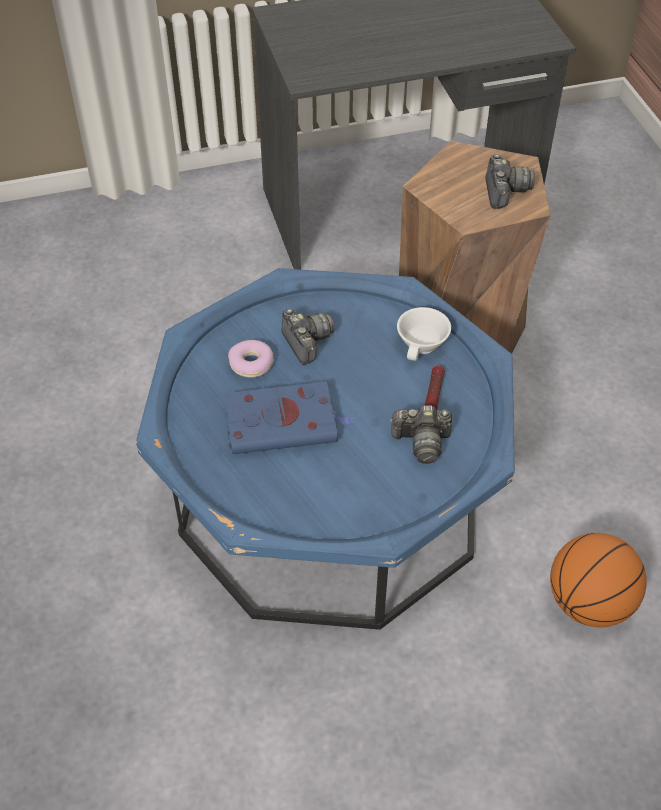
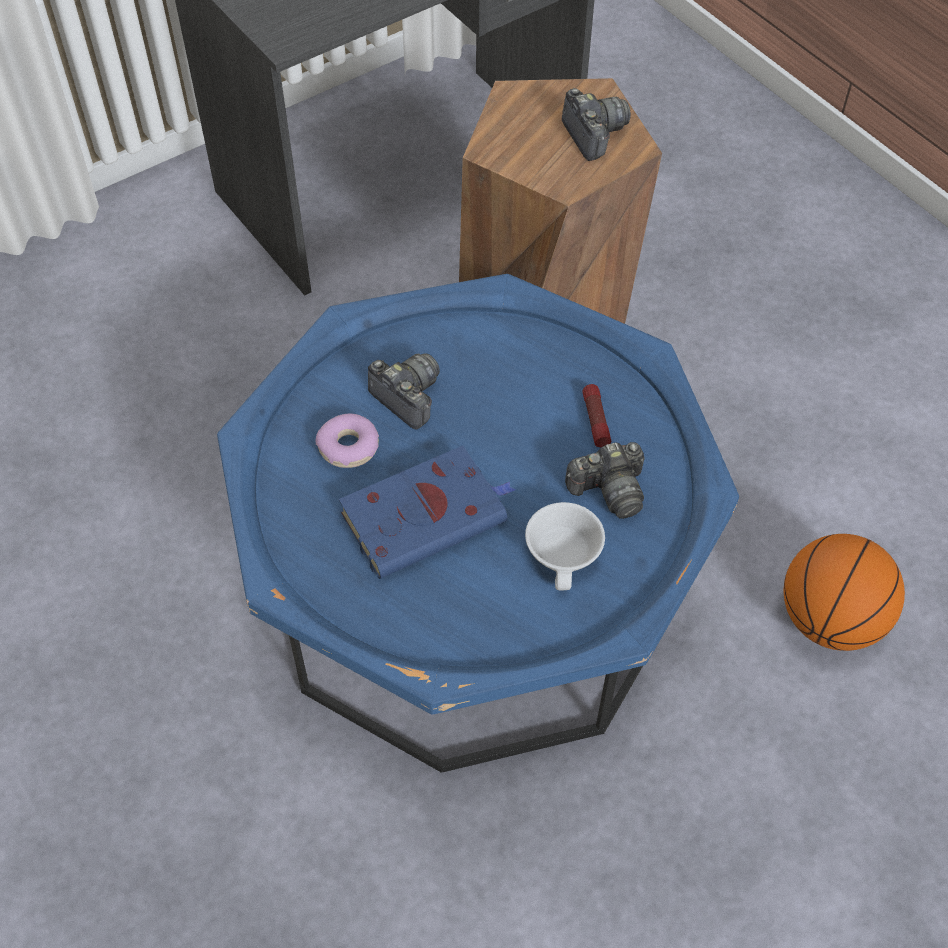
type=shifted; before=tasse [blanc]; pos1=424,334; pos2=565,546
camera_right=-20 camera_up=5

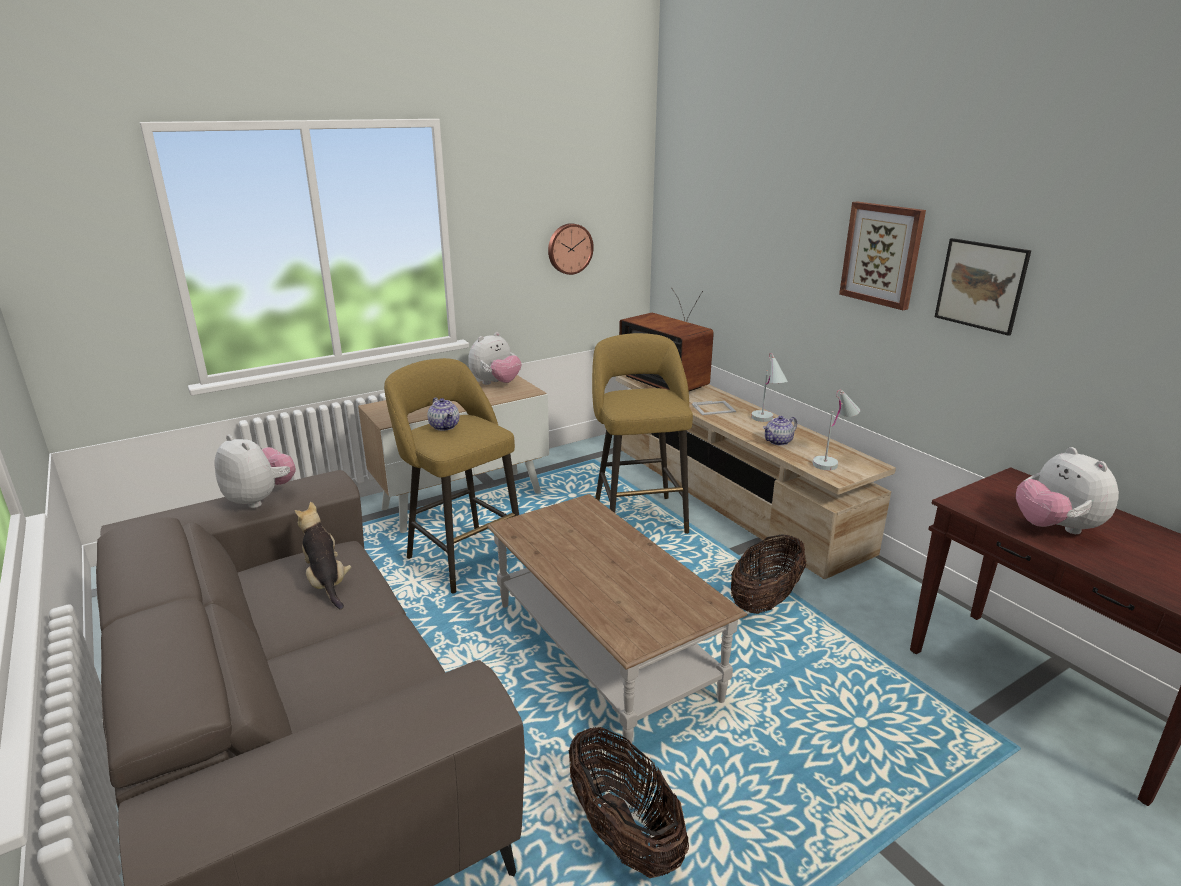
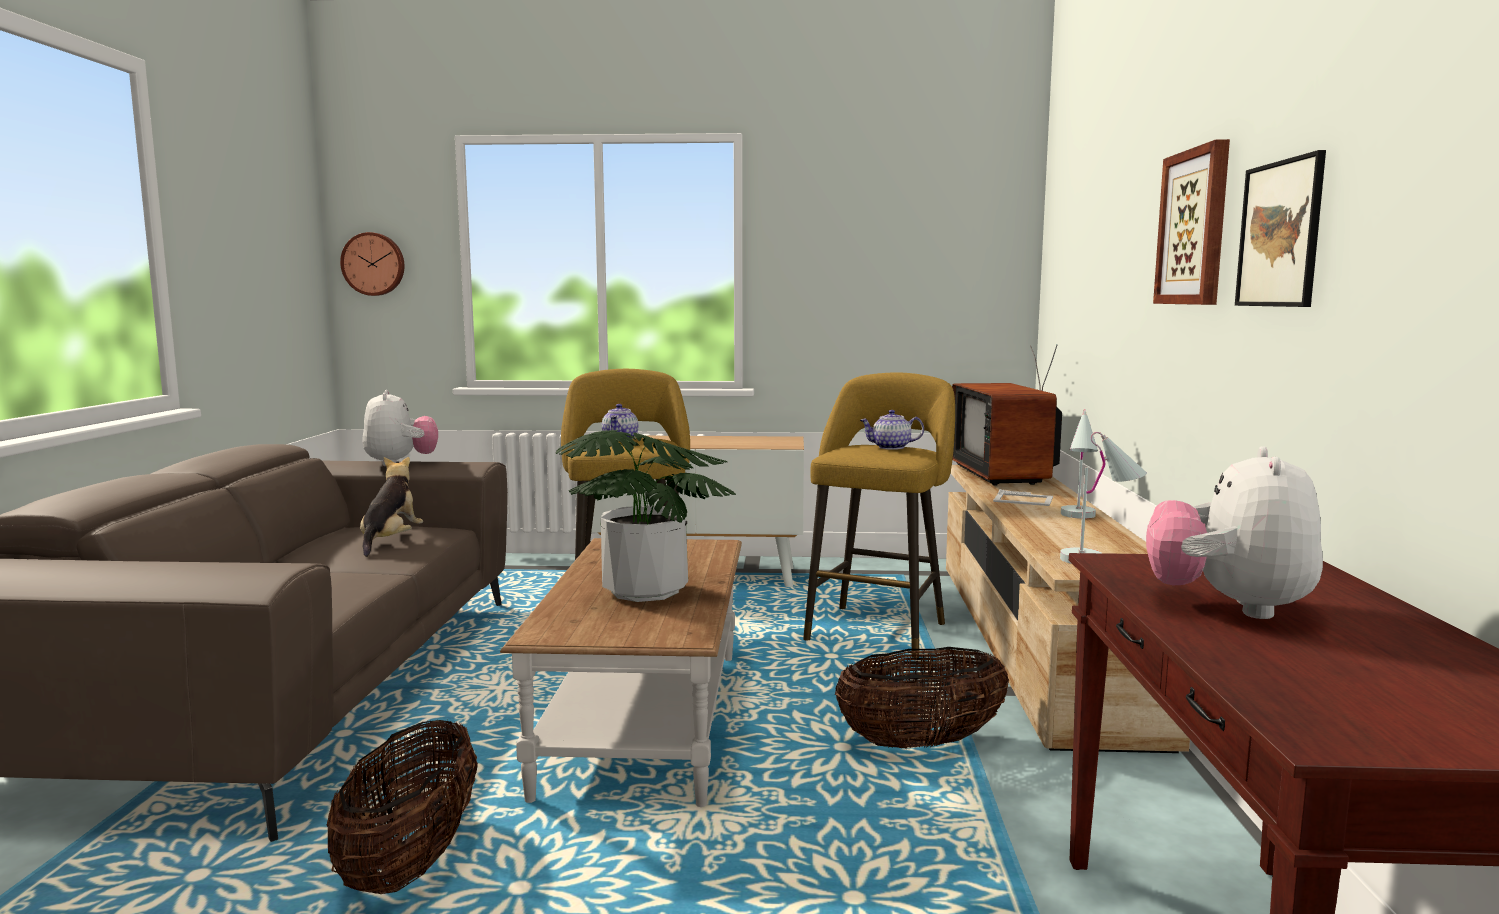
type=gone; before=peluche; pos1=495,358
type=shifted; before=horloge murale; pos1=571,249; pos2=372,264
type=shifted; before=théière; pos1=780,431; pos2=892,430
type=new; after=plante en pot; pos2=646,516
camera_right=35 camera_up=-15

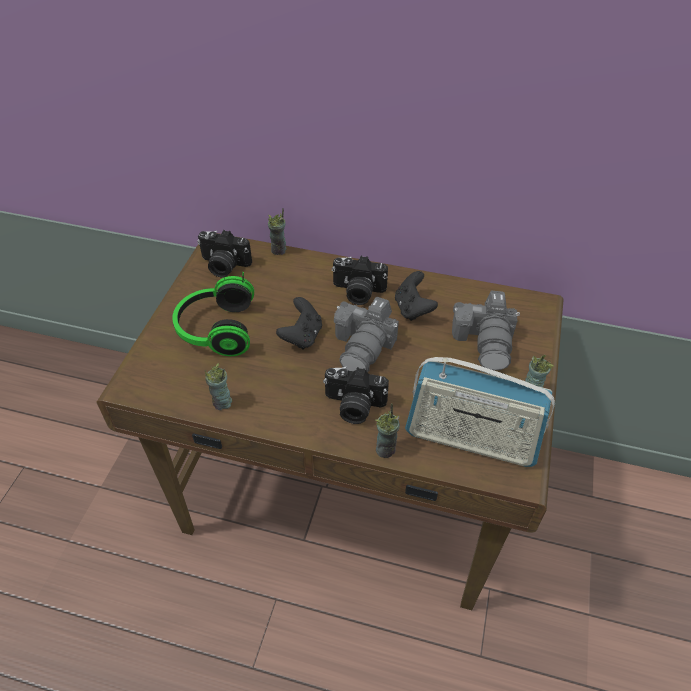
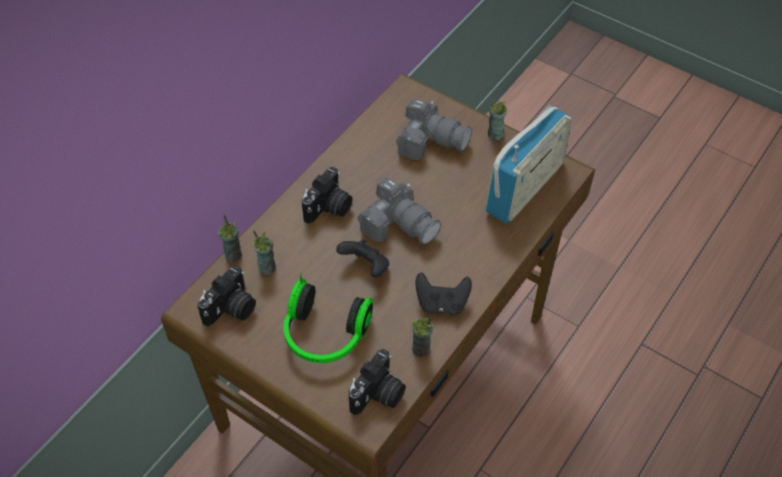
type=shifted; before=appareil photo; pos1=356,395; pos2=377,382
type=shifted; before=tasse; pos1=387,430; pos2=264,252
type=shifted; before=manette [noir]; pos1=416,296; pos2=443,293
camera_right=-70 camera_up=5

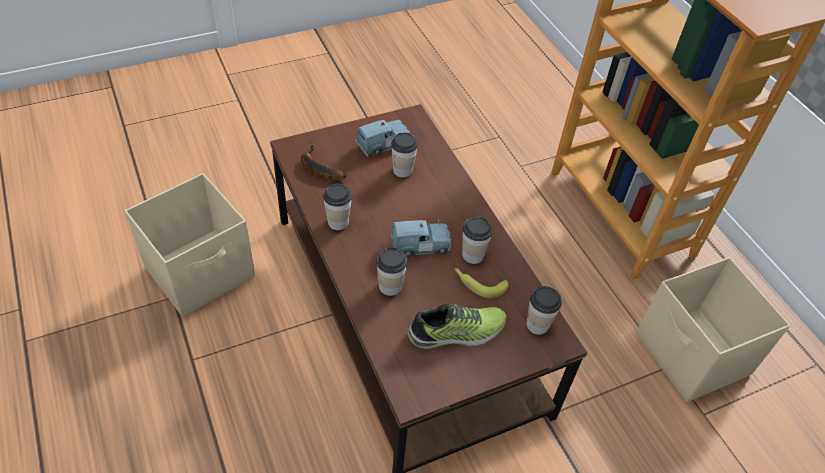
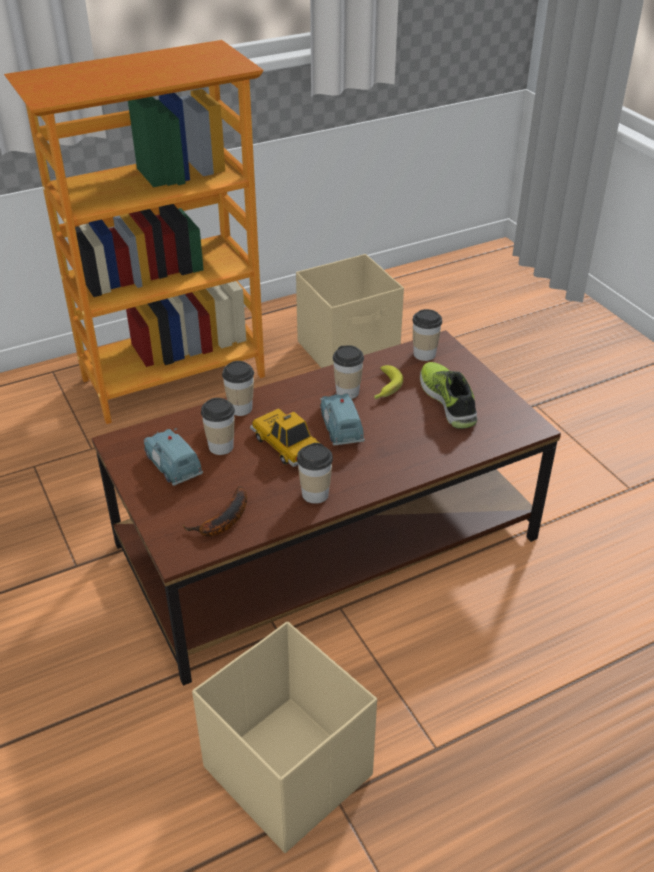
type=shifted; before=tasse; pos1=391,271; pos2=238,388
type=new; after=petite voiture; pos2=284,438
camera_right=-90 camera_up=-10

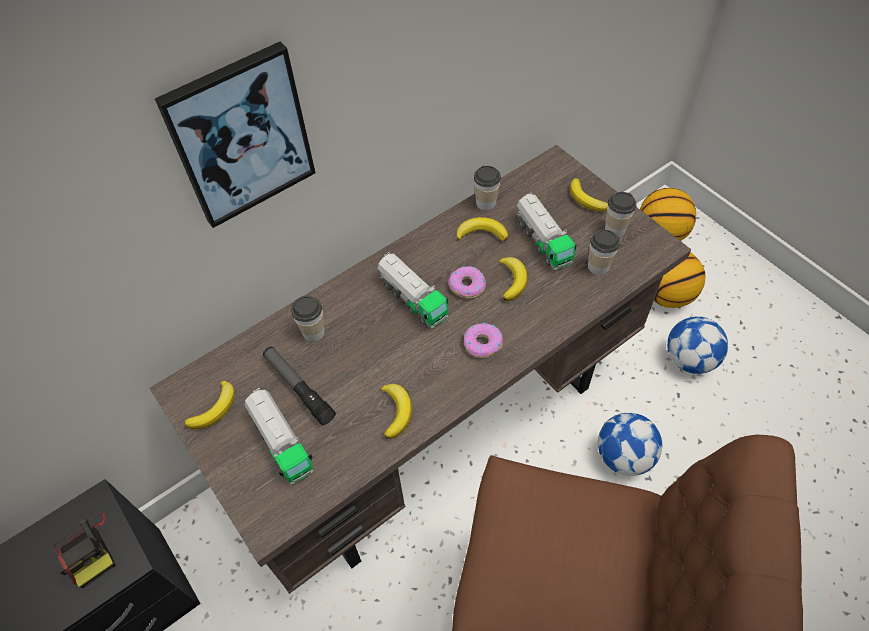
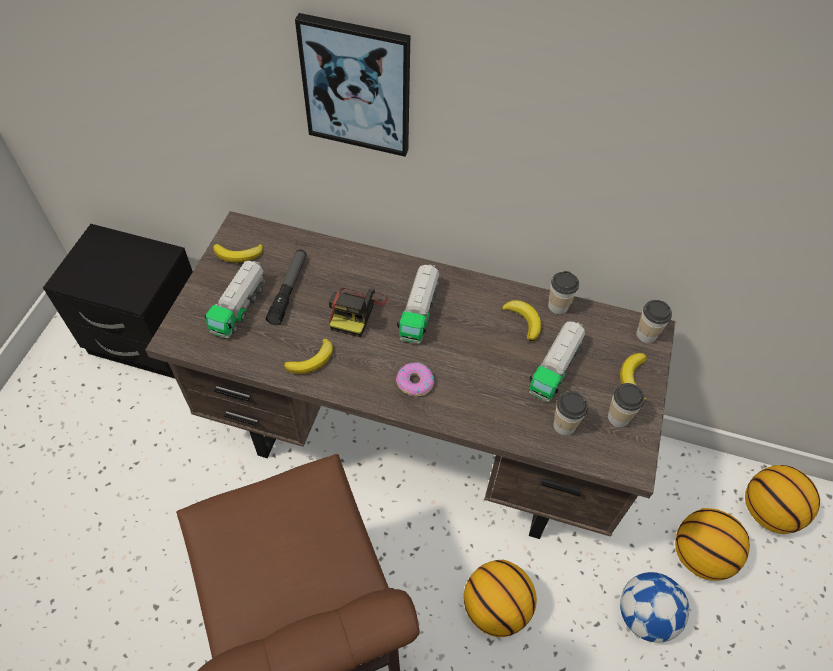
type=shifted; before=appareil photo; pos1=84,550; pos2=358,312
type=shifted; before=tasse; pos1=308,319; pos2=654,321
type=gone; before=beignet; pos1=467,282
type=gone; before=banane; pos1=513,279
type=swapped; before=ballon de foot; after=ballon de basket; pos1=630,444; pos2=500,598
camera_right=50 camera_up=0

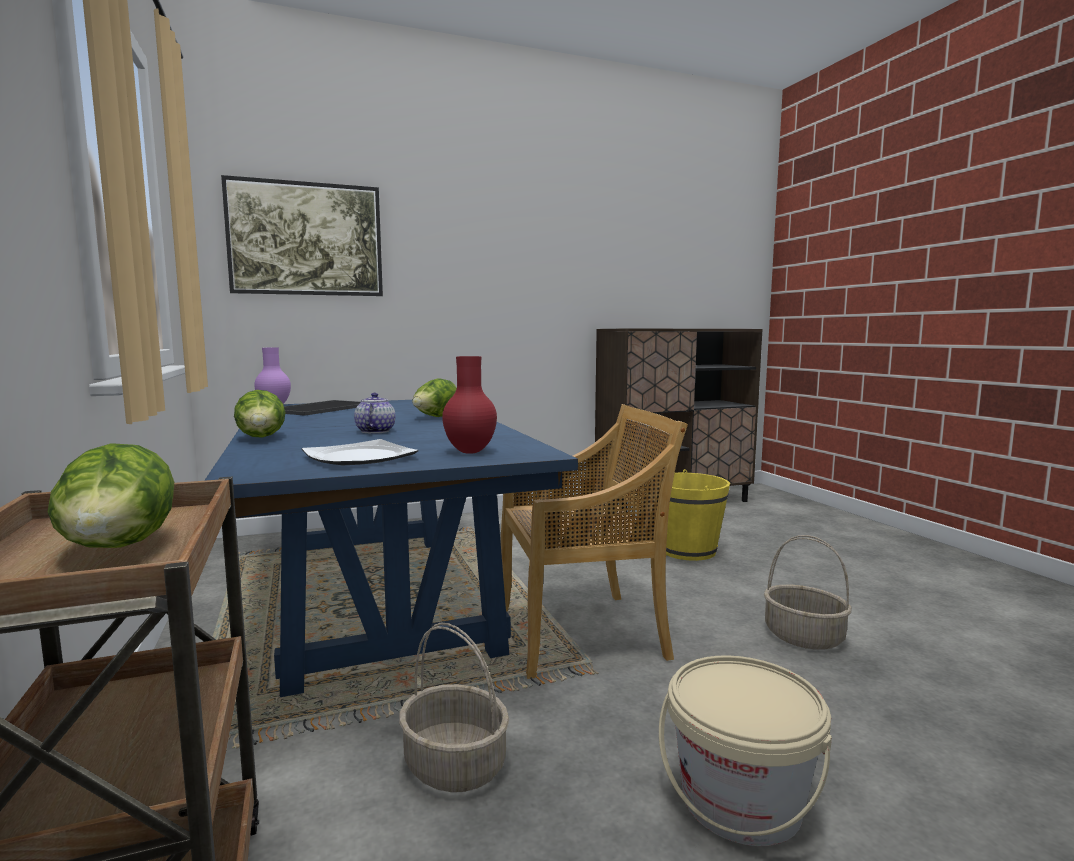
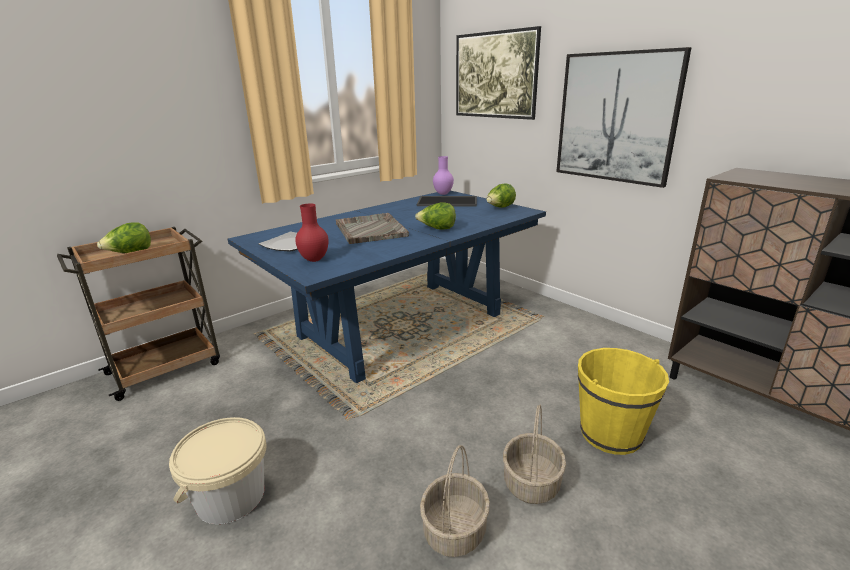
type=shifted; before=laitue; pos1=260,414; pos2=501,196
type=swapped; before=théière; after=plateau [gris]; pos1=375,413; pos2=372,228
type=shifted; before=panier; pos1=454,707; pos2=534,454
type=gone; before=chaise [beige]; pos1=594,541
type=new; after=tableau; pos2=624,117
camera_right=70 camera_up=15

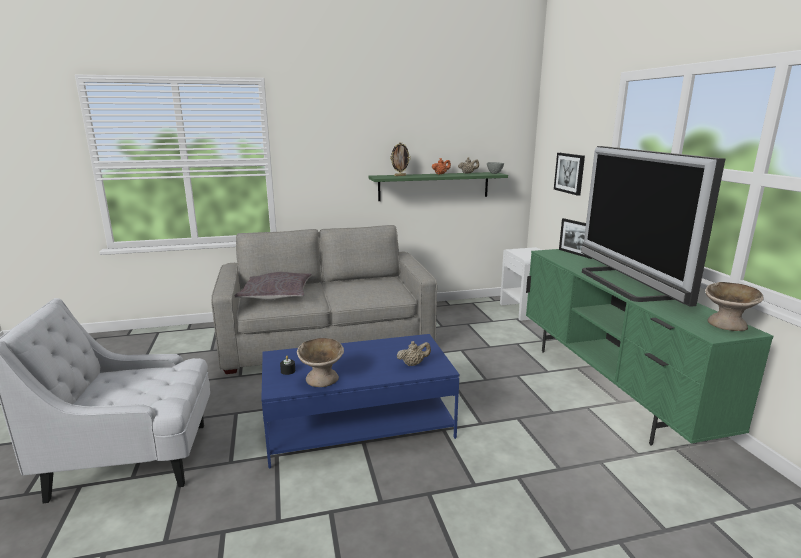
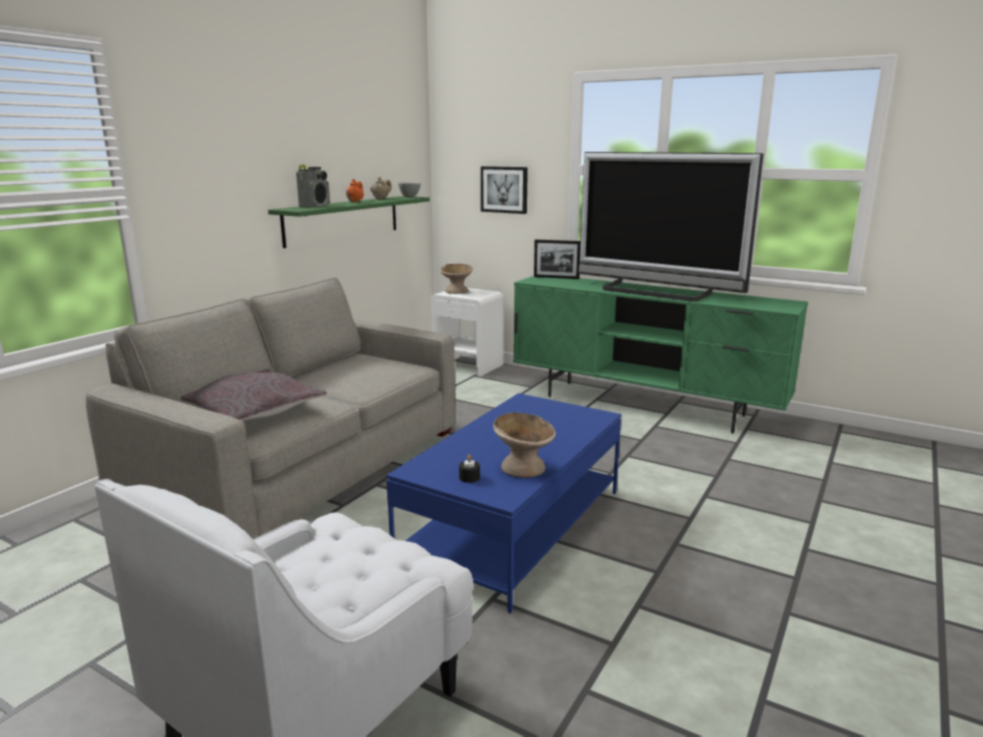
type=swapped; before=cadre photo; after=radio; pos1=401,159; pos2=313,186
type=gone; before=théière [beige]; pos1=414,353
type=shifted; before=bol [beige]; pos1=734,306; pos2=456,279
camera_right=-45 camera_up=0

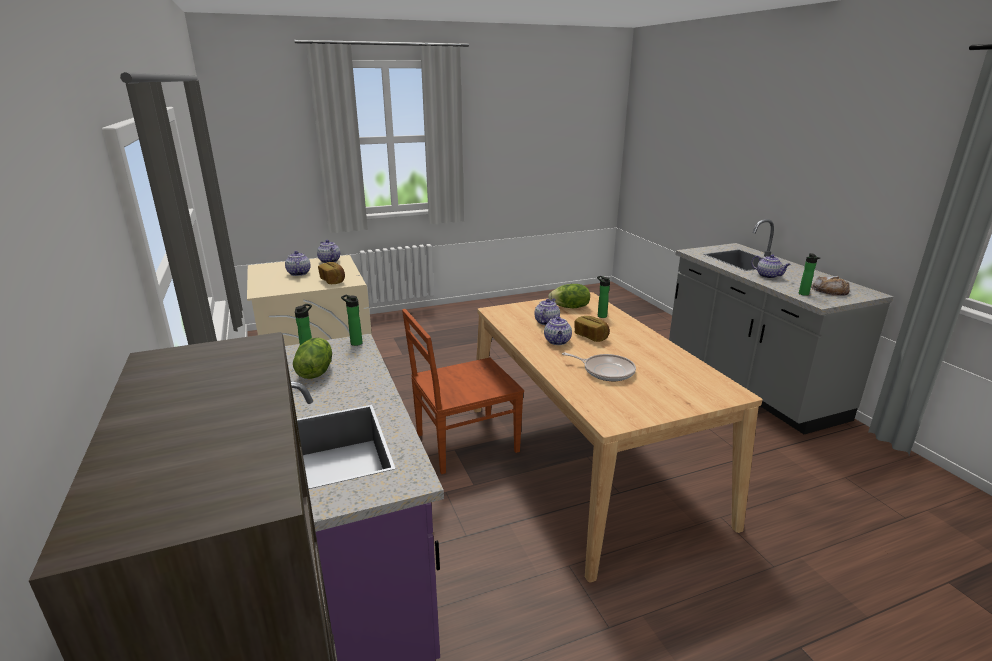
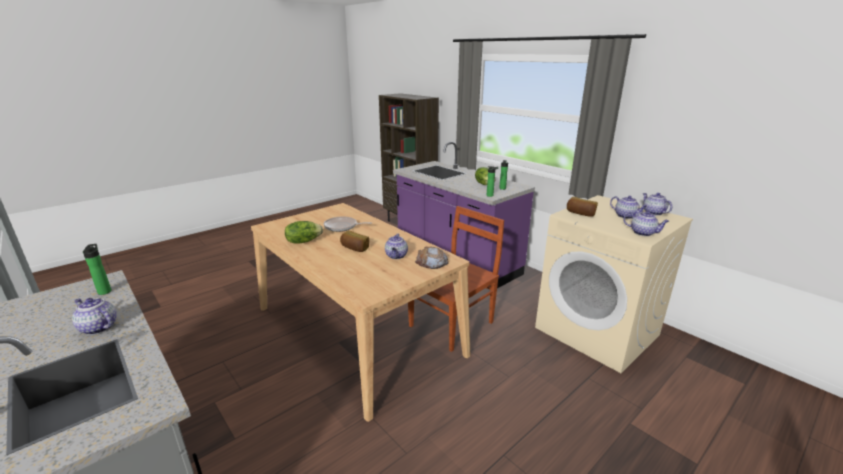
type=shifted; before=théière; pos1=558,330; pos2=657,204
type=shifted; before=laitue; pos1=569,296; pos2=304,232
type=gone; before=bouteille; pos1=603,297
type=shifted; before=pain; pos1=830,286; pos2=432,258
camera_right=160 camera_up=0

